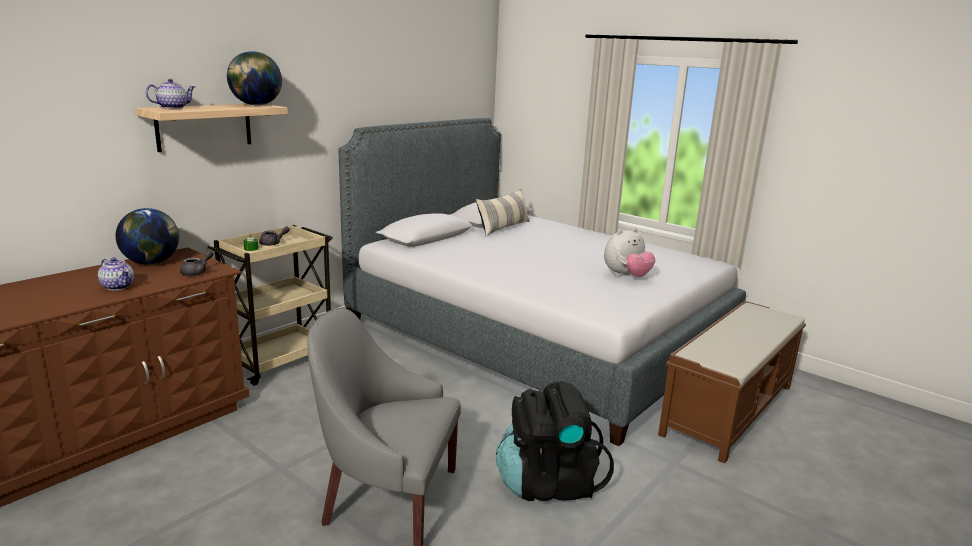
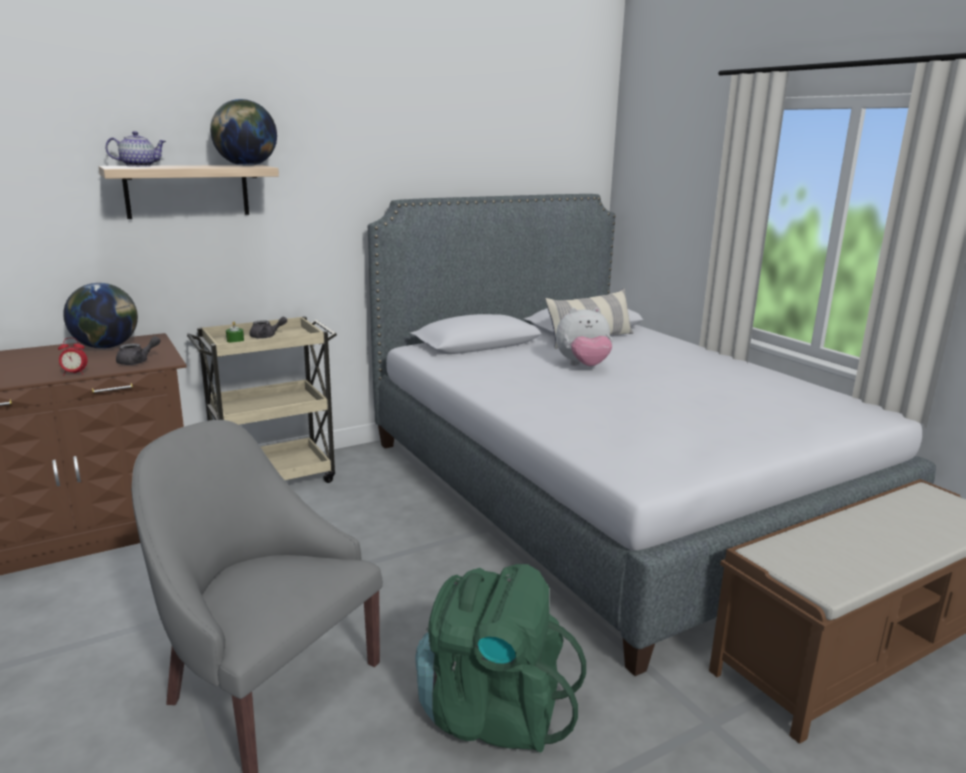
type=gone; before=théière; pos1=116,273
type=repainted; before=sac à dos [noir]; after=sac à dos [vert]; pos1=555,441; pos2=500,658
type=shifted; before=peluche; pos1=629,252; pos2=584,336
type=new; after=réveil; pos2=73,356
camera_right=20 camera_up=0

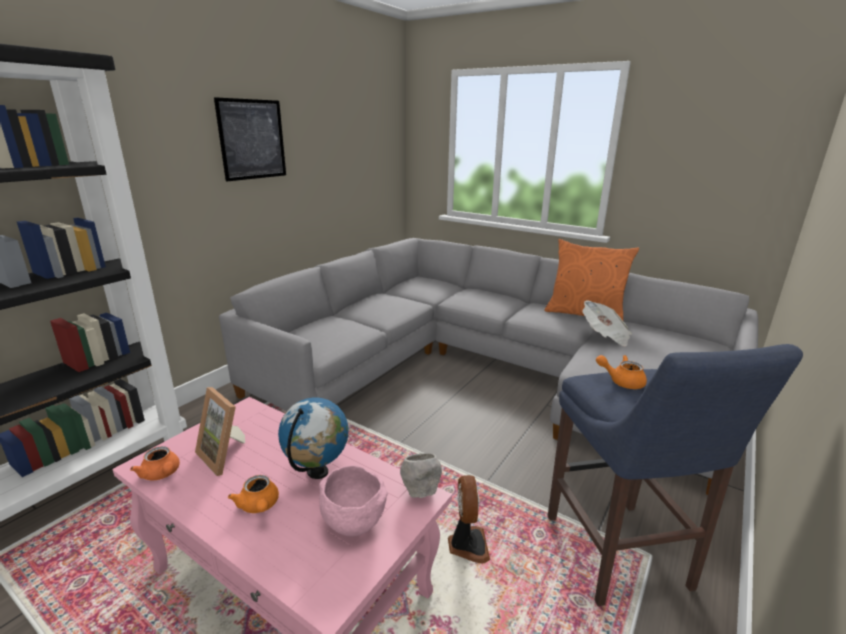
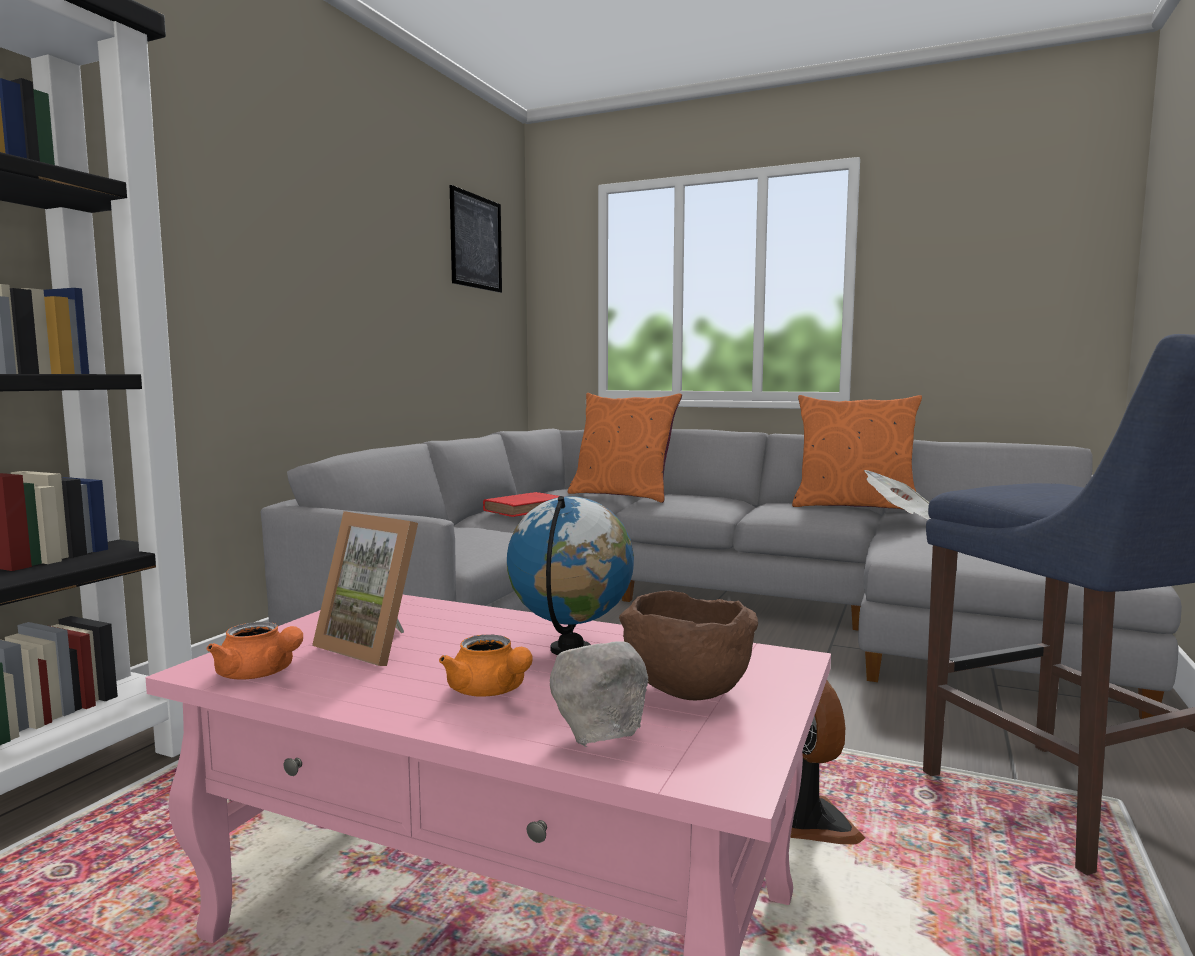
type=shifted; before=tableau; pos1=250,139; pos2=476,239
type=repainted; before=bol [rose]; after=bol [marron]; pos1=353,501; pos2=688,645
type=shifted; before=bol [gris]; pos1=421,475; pos2=599,694
type=gone; before=théière [orange]; pos1=621,372
type=new; after=livre [rouge]; pos2=523,504
type=new; after=coussin [orange]; pos2=625,448
camera_right=-10 camera_up=-15

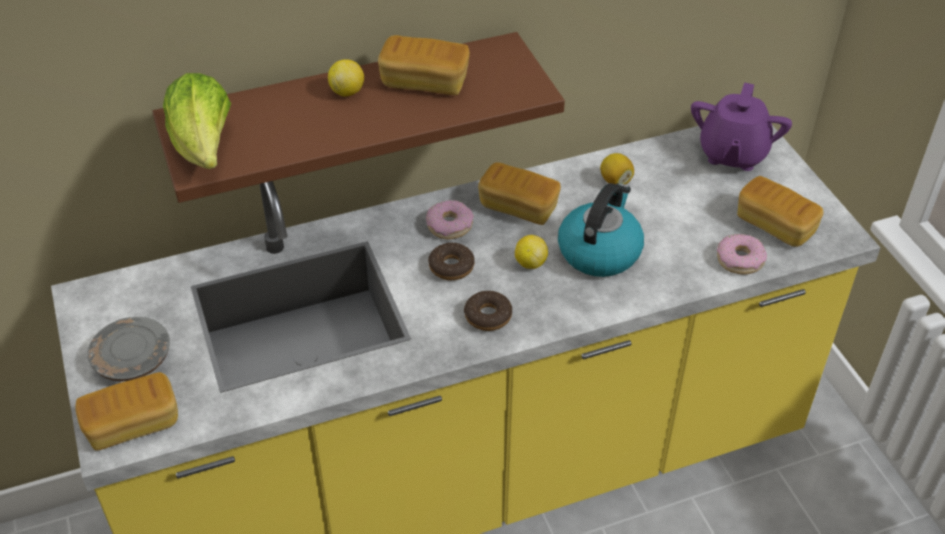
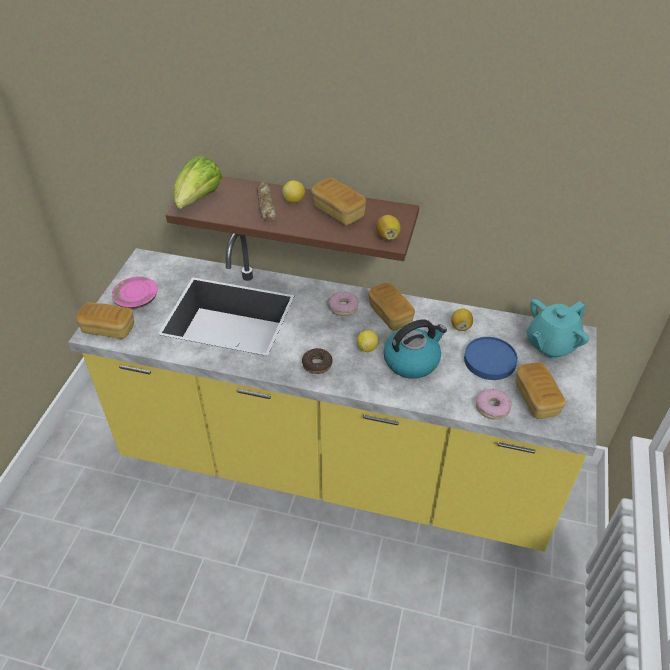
type=repainted; before=assiette [gris]; after=assiette [rose]; pos1=129,349; pos2=134,292
type=gone; before=beignet; pos1=451,261
type=repainted; before=théière [violet]; after=théière [turquoise]; pos1=741,126; pos2=558,329
type=new; after=pain; pos2=267,201
type=new; after=citron; pos2=388,227
type=new; after=assiette [bleu]; pos2=491,358
camera_right=35 camera_up=0

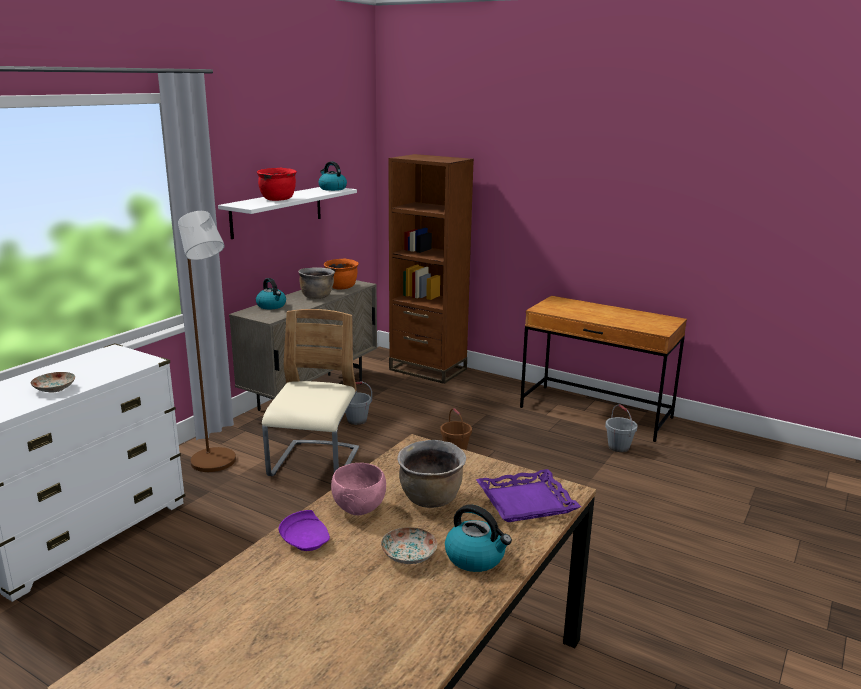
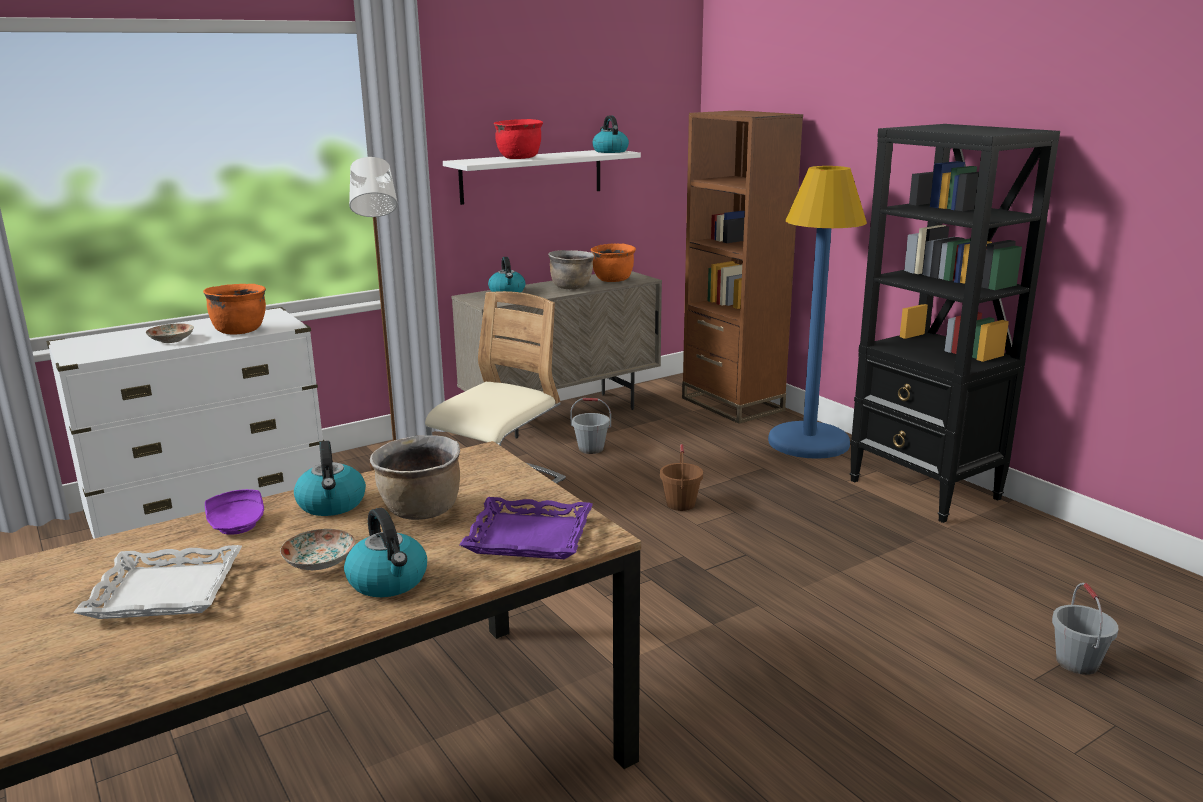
type=swapped; before=bol [rose]; after=bouilloire; pos1=358,489; pos2=330,478
type=swapped; before=bureau [marron]; after=bibliothèque [noir]; pos1=603,369; pos2=955,323
type=shifted; before=seau [gris]; pos1=621,428; pos2=1085,629
type=new; after=plateau [blanc]; pos2=157,582
type=new; after=marmite [orange]; pos2=234,309
type=new; after=lampadaire [bleu]; pos2=817,312
camera_right=25 camera_up=0

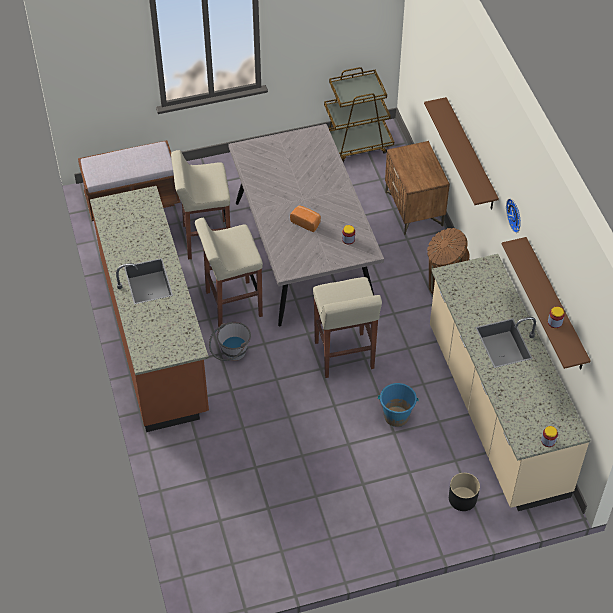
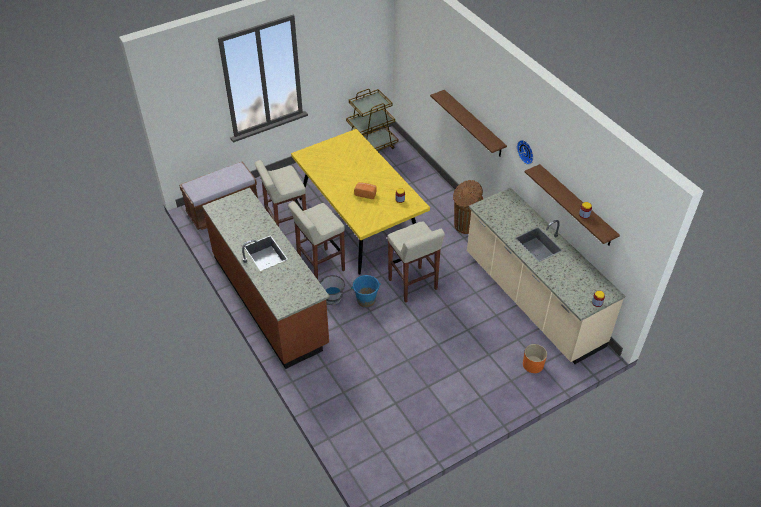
type=repainted; before=table à manger [gris]; after=table à manger [jaune]; pos1=306,225; pos2=360,202
type=shifted; before=seau [bleu]; pos1=398,405; pos2=366,291
type=gone; before=table de chevet [marron]; pos1=417,188
type=repainted; before=cache-pot [noir]; after=cache-pot [orange]; pos1=464,492; pos2=535,358
camera_right=-15 camera_up=-5

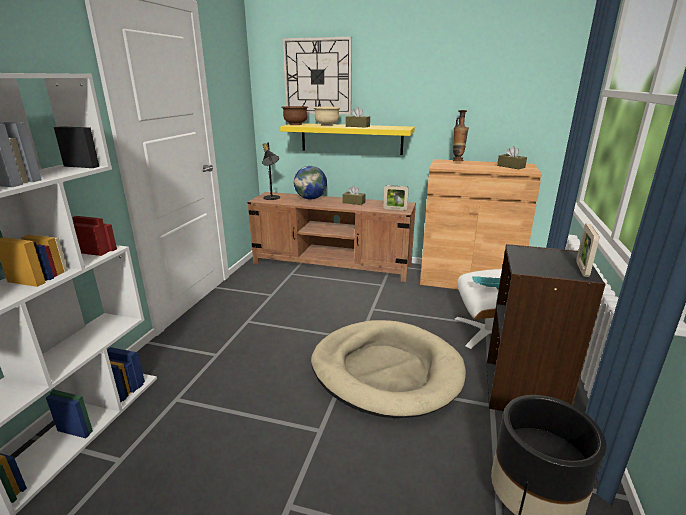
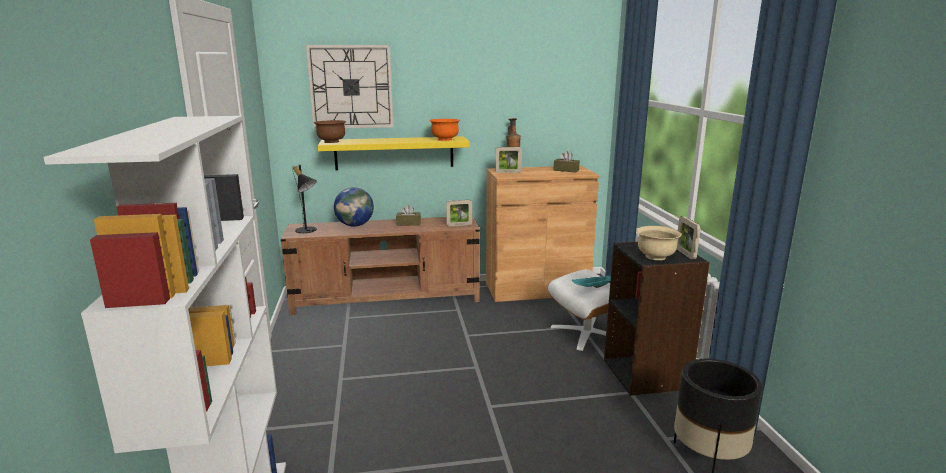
type=gone; before=panier pour chien [beige]; pos1=388,369
type=shifted; before=bol [beige]; pos1=327,116; pos2=659,243
type=gone; before=boîte à mouchoirs [marron]; pos1=358,117
type=new; after=bol [orange]; pos2=444,130
type=new; after=cadre photo; pos2=508,160
camera_right=-25 camera_up=-5

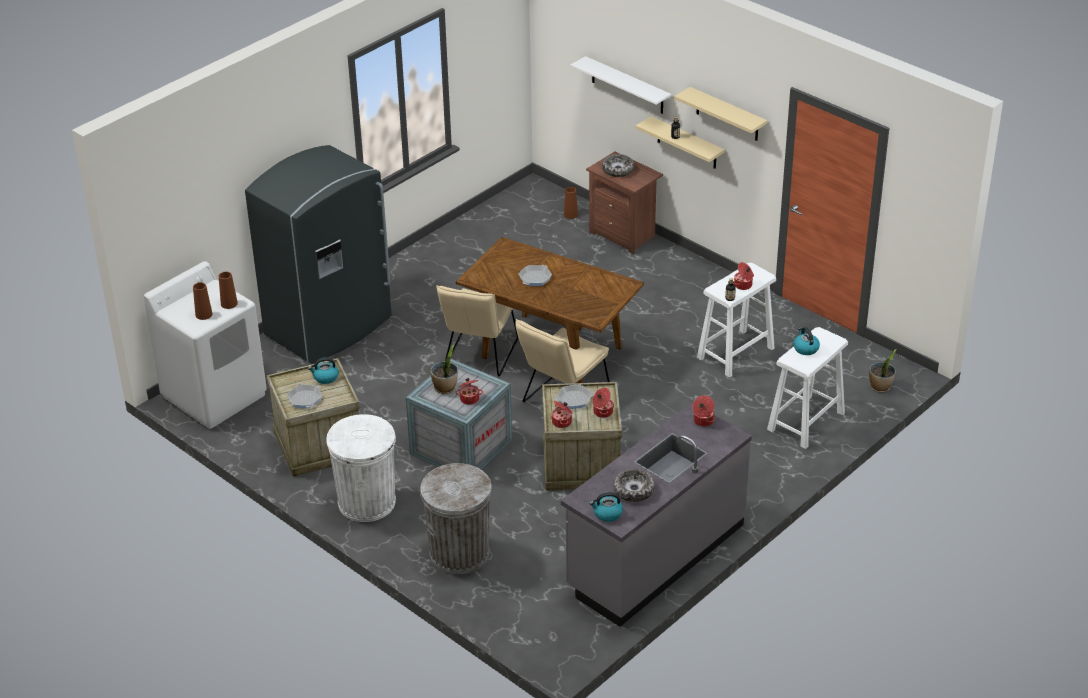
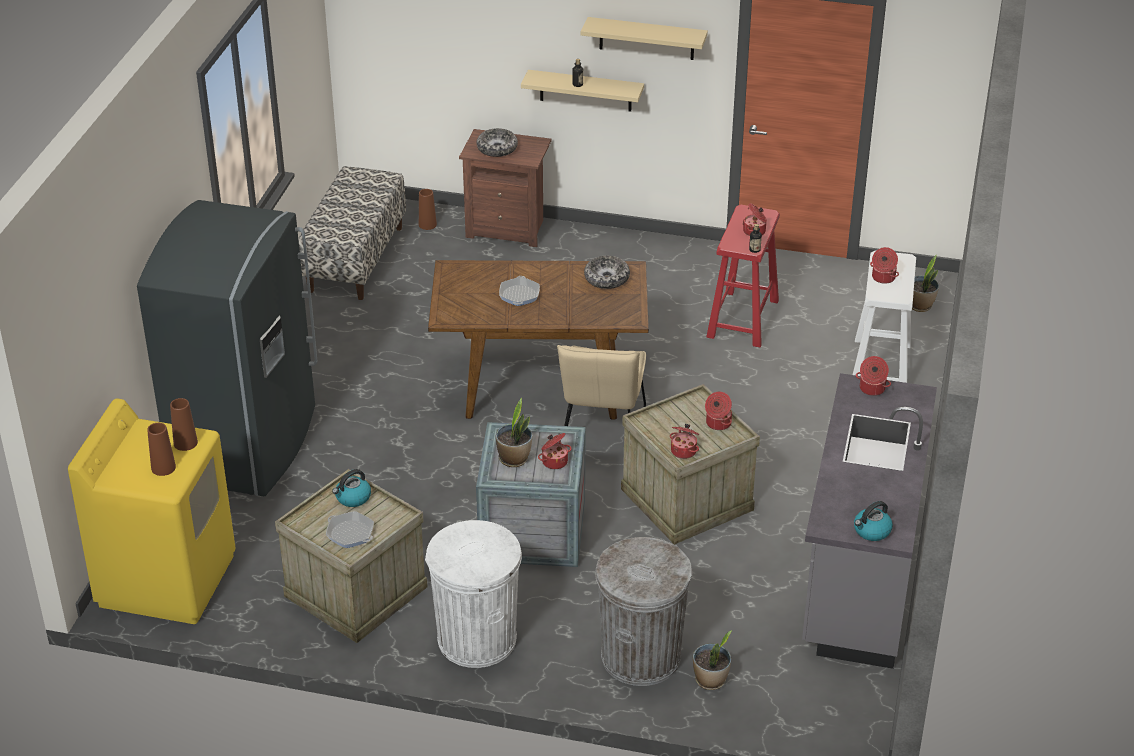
type=repainted; before=lave-linge [blanc]; after=lave-linge [jaune]; pos1=205,345; pos2=152,511
type=gone; before=chaise [beige]; pos1=477,330
type=gone; before=poêle; pos1=574,397
type=gone; before=étagère [blanc]; pos1=621,85
type=shifted; before=bol; pos1=634,485; pos2=607,272
type=repainted; before=tabouret [blanc]; after=tabouret [rouge]; pos1=736,320; pos2=743,276
type=swapped; before=bouilloire; after=marmite; pos1=806,341; pos2=884,265
type=new; after=banc; pos2=352,233
type=new; after=plante en pot; pos2=712,660
camera_right=-30 camera_up=0

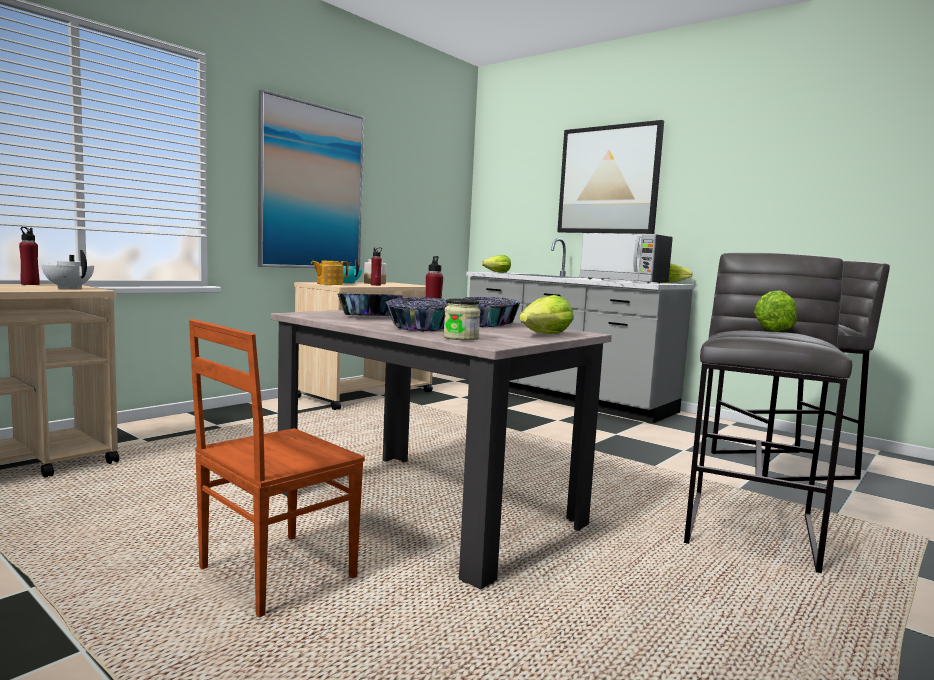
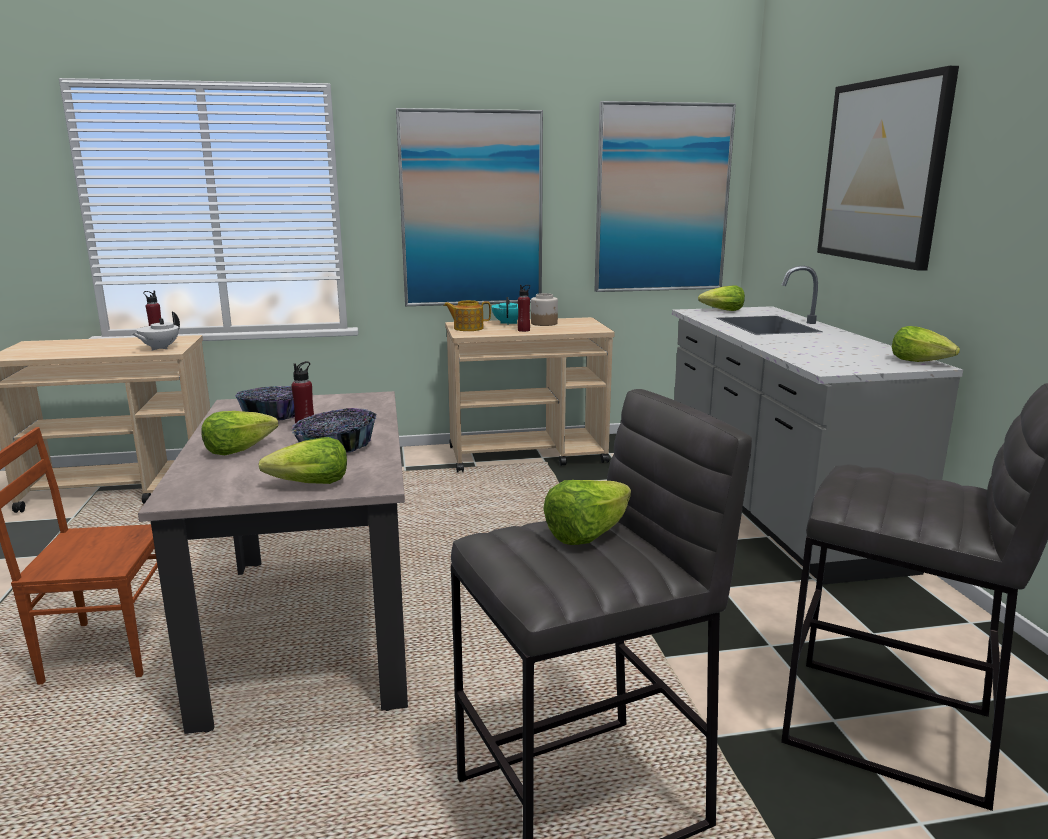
type=rotated; before=théière [blanc]; pos1=67,269; pos2=156,331; turn=-135
type=swapped; before=bol; after=laitue; pos1=416,314; pos2=239,433
type=gone; before=bocal; pos1=461,319
type=gone; before=micro-ondes; pos1=626,258
type=new; after=tableau; pos2=665,196
camera_right=40 camera_up=10

